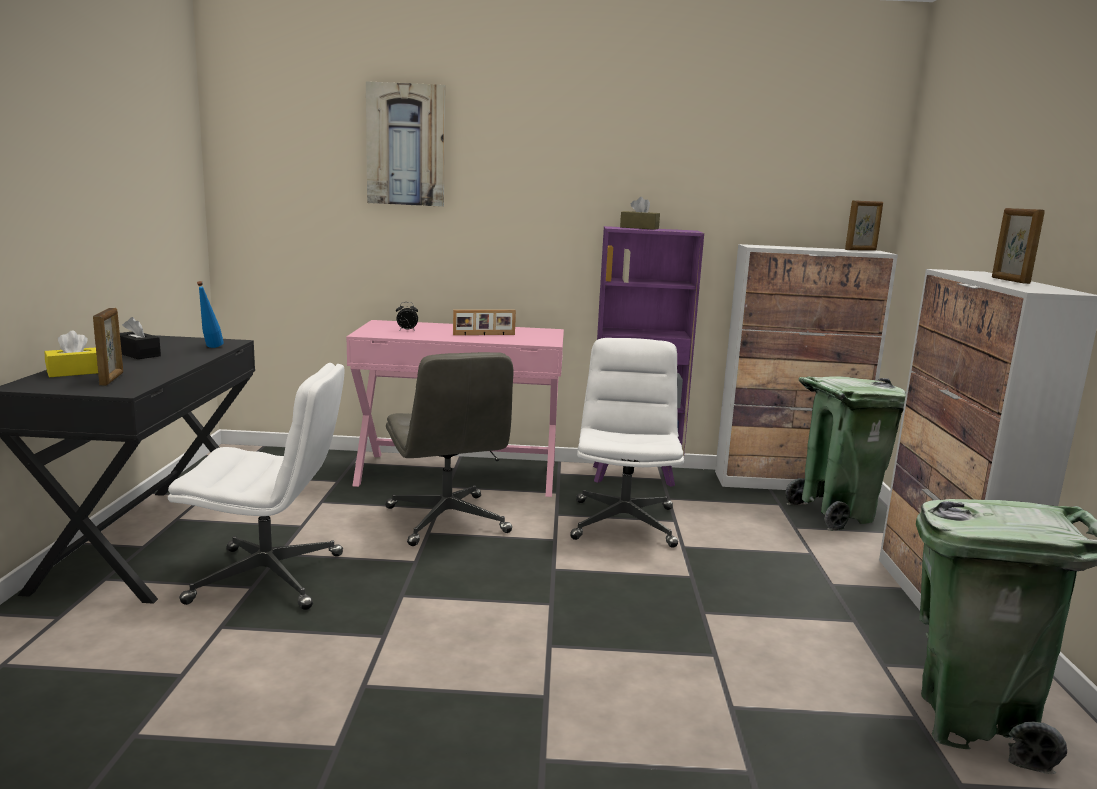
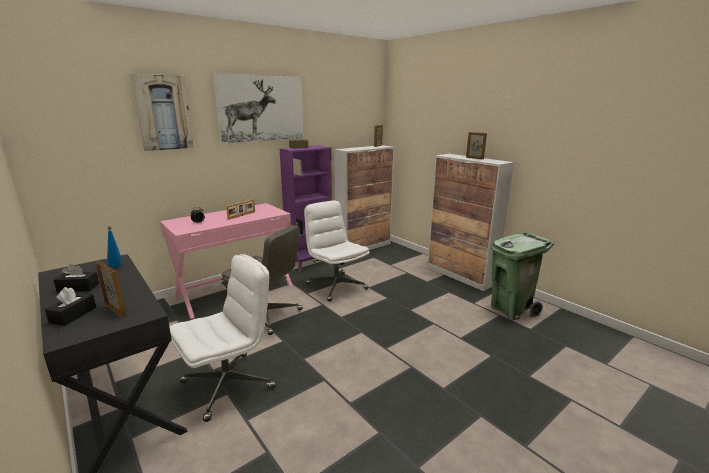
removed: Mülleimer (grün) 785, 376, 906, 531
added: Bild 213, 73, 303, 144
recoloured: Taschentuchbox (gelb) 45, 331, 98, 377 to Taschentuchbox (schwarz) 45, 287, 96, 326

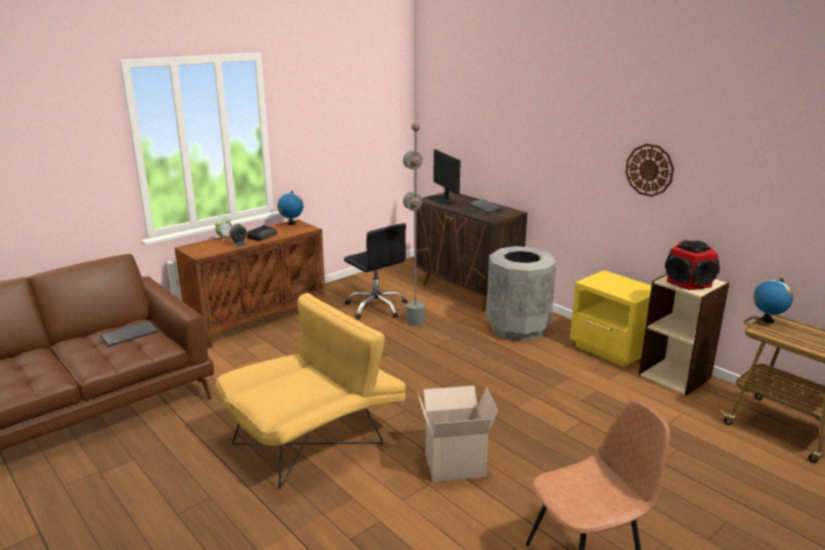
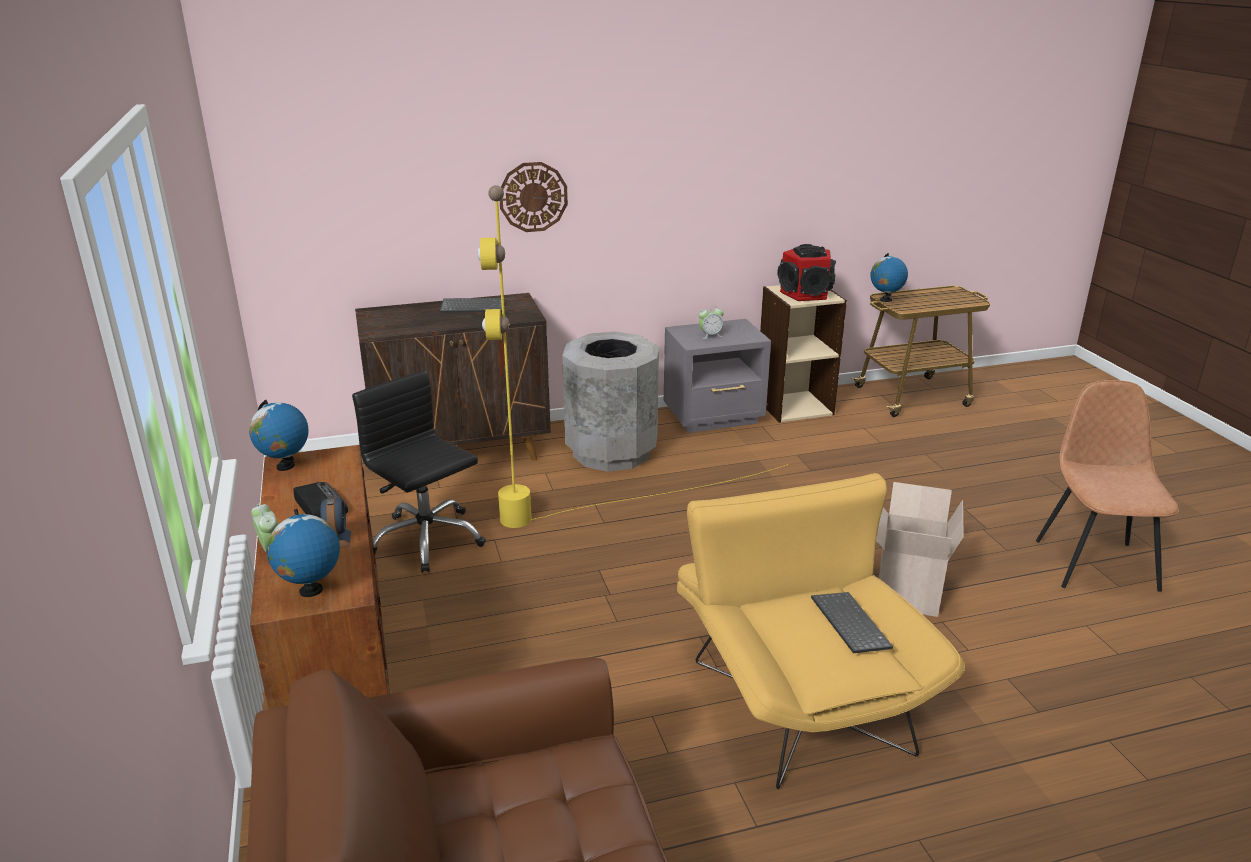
removed: Monitor 428, 149, 461, 205
added: Globus 267, 509, 340, 597; Wecker 699, 305, 724, 339
moved: Wanduhr 625, 144, 674, 197 to 500, 162, 568, 232; Tastatur 100, 321, 159, 347 to 811, 592, 893, 653
recoloured: Stehlampe (grau) 403, 122, 578, 390 to Stehlampe (gelb) 477, 185, 789, 528; Nachttisch (gelb) 570, 270, 652, 367 to Nachttisch (grau) 664, 319, 771, 433
turned: Bürostuhl (schwarz) 344, 223, 408, 319 = 352, 370, 486, 573 120 degrees counterclockwise

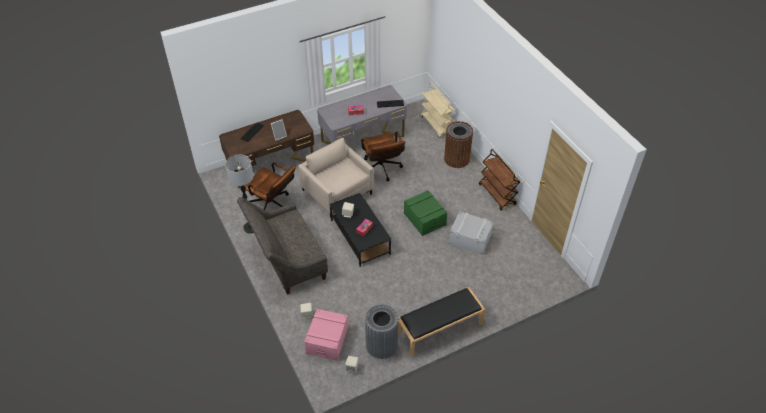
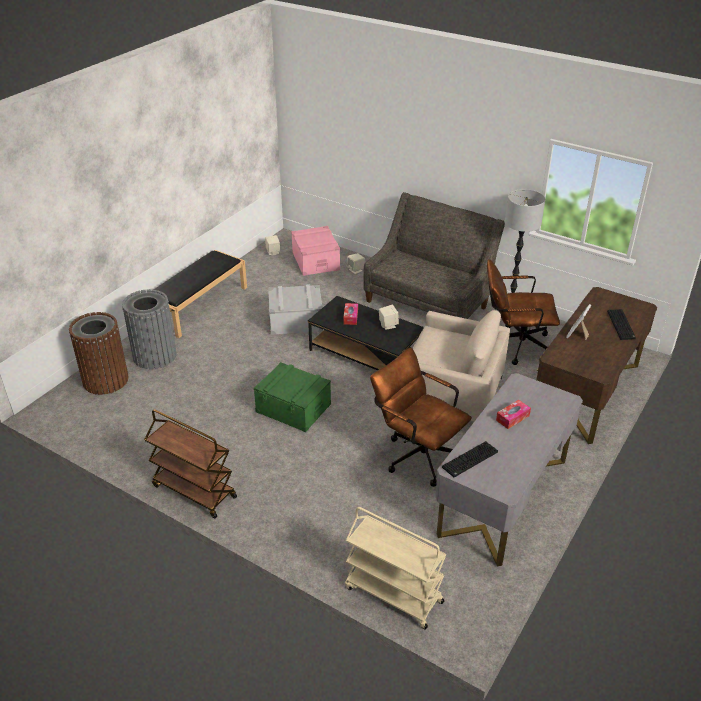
moved: Mülleimer (braun) 444, 121, 473, 168 to 69, 312, 129, 395; Mülleimer (grau) 365, 304, 399, 359 to 122, 289, 177, 369; Aufbewahrungsbox (grau) 448, 211, 494, 255 to 268, 284, 323, 335

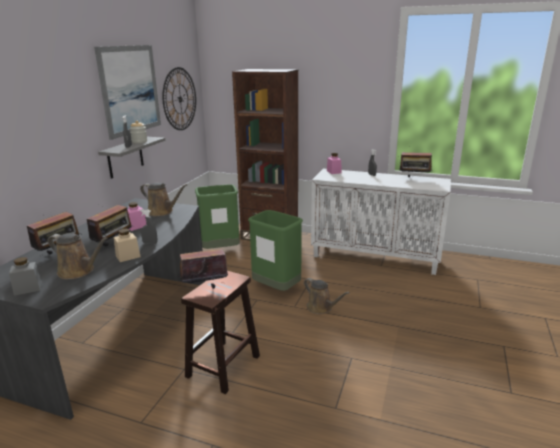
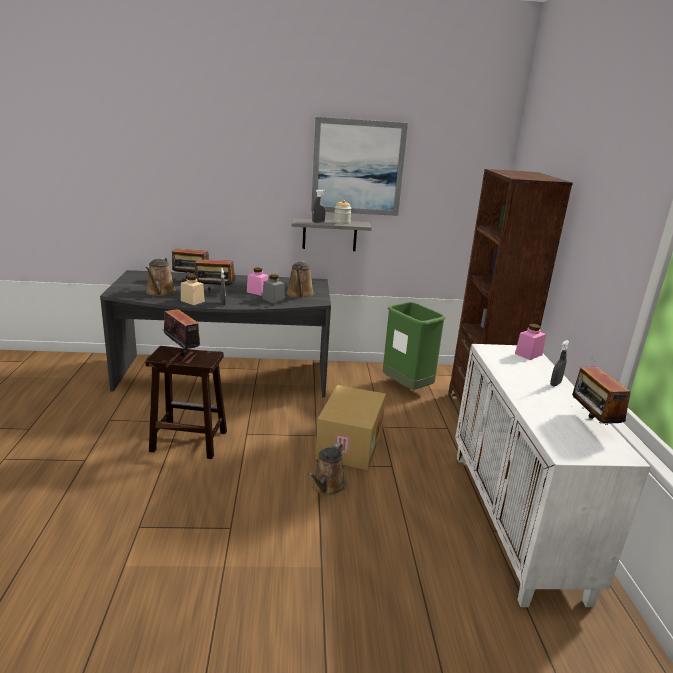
removed: Wanduhr 162, 67, 196, 130
moved: Vorratsglas (grau) 9, 257, 42, 296 to 262, 274, 285, 304
replaced: Mülleimer (grün) 248, 210, 303, 291 to Karton 315, 385, 386, 470

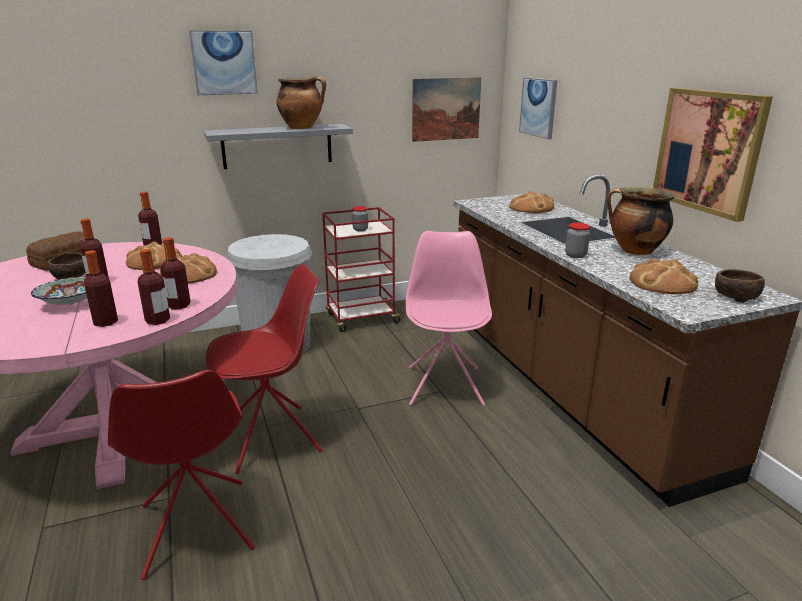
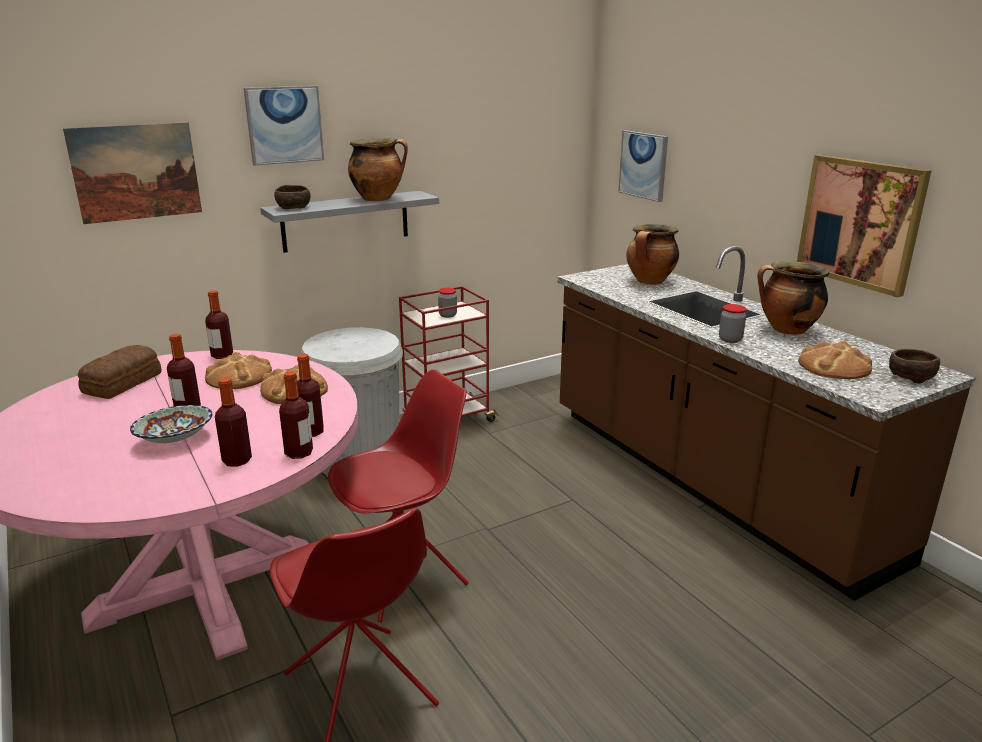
removed: Stuhl (rosa) 406, 231, 492, 406
moved: Bild 412, 77, 481, 142 to 63, 122, 202, 224; Schüssel (braun) 48, 252, 86, 280 to 274, 185, 310, 209
replaced: Brot 509, 191, 554, 213 to Kochtopf 626, 224, 679, 285

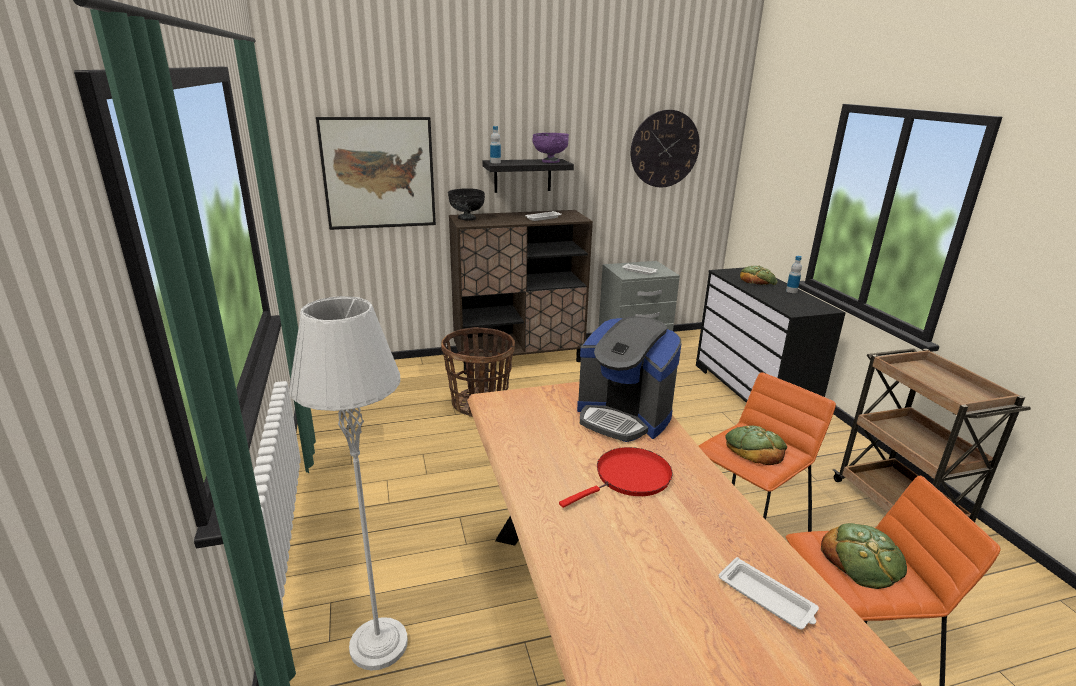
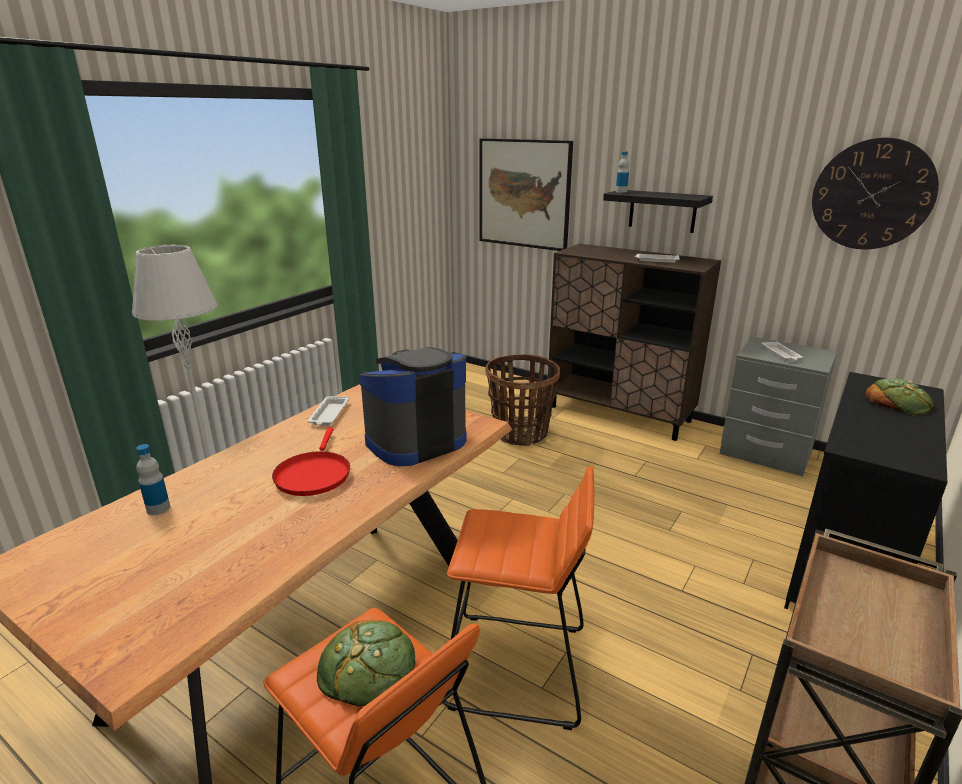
removed: Schüssel (schwarz) 448, 188, 485, 221; Schüssel (lila) 532, 133, 569, 163; Brot 725, 426, 787, 465
moved: Flasche 786, 256, 802, 293 to 136, 444, 170, 515; Tablett (weiß) 719, 557, 819, 630 to 308, 396, 349, 425
turned: Pfanne (rot) 559, 447, 673, 508 = 272, 427, 350, 496 75 degrees clockwise; Kaffeemaschine 577, 316, 682, 442 = 359, 347, 466, 466 60 degrees clockwise

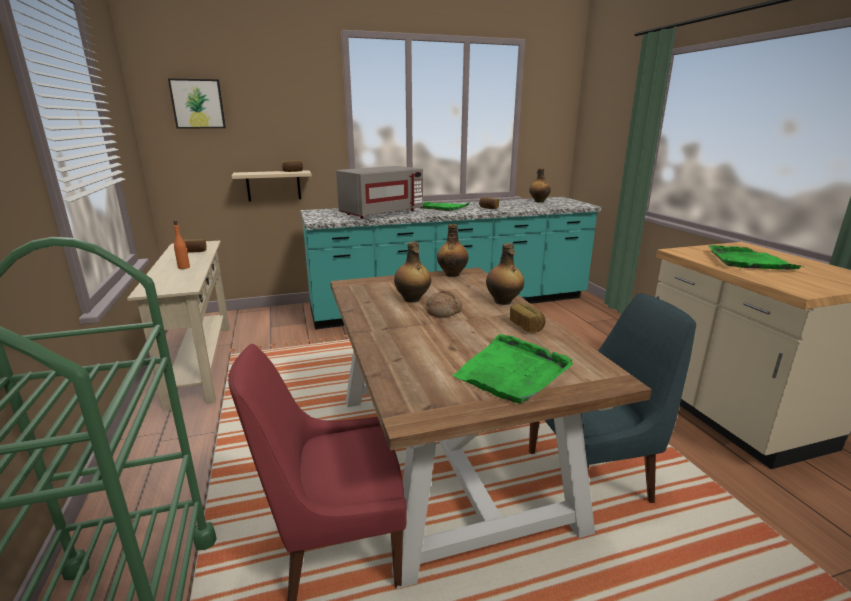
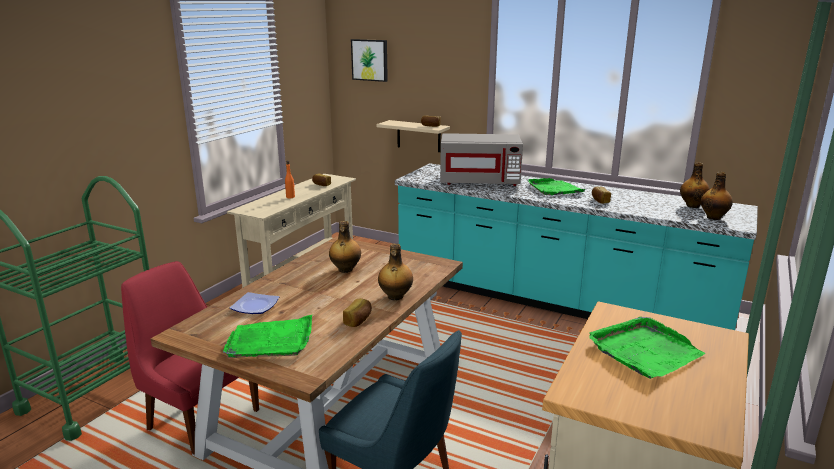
removed: Brot 426, 291, 462, 318
added: Teller 230, 292, 279, 314
moved: Flasche 437, 224, 468, 277 to 701, 172, 733, 220

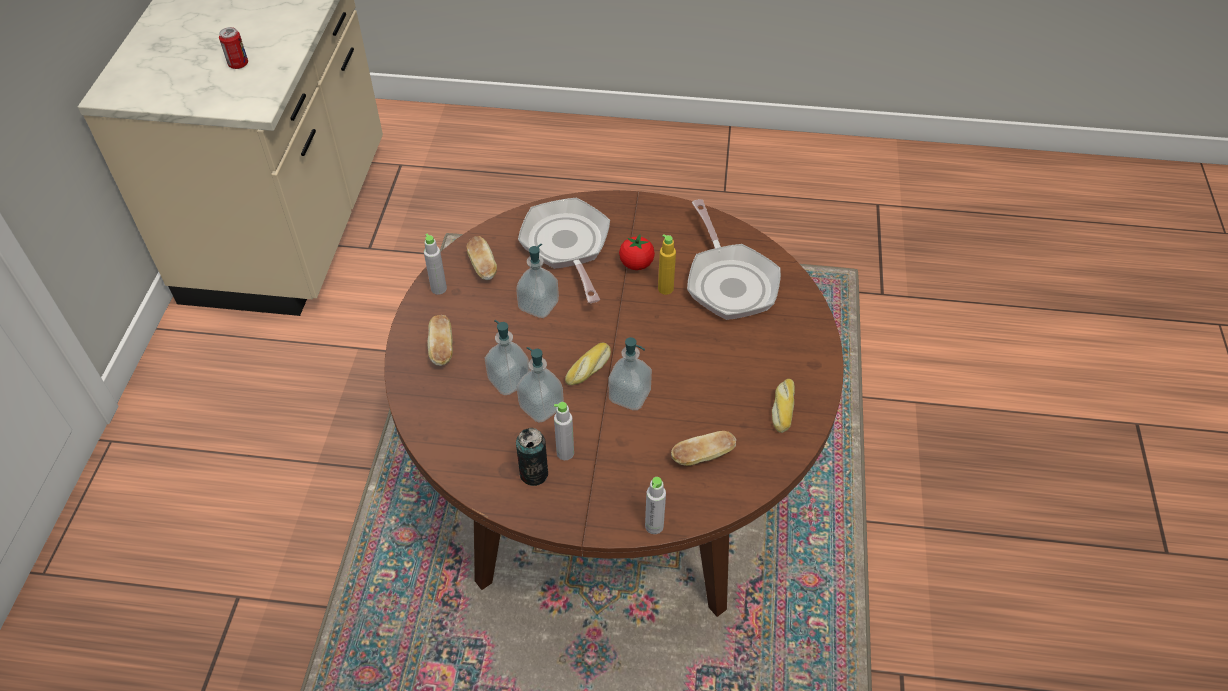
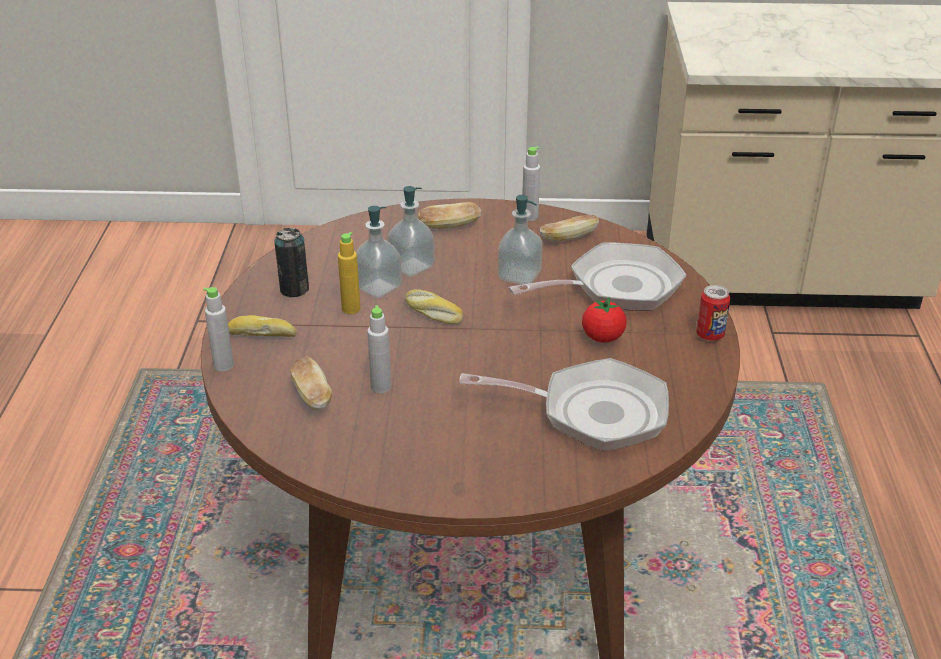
removed: Seifenspender 609, 337, 652, 410
moved: Brot 772, 379, 795, 433 to 228, 315, 297, 337; Flasche (gelb) 658, 234, 676, 295 to 338, 232, 361, 314; Flasche (grau) 554, 402, 574, 460 to 367, 305, 391, 393; Dose 219, 27, 248, 69 to 696, 285, 730, 341
turned: Pfanne 687, 199, 781, 320 = 459, 358, 669, 451 150 degrees counterclockwise

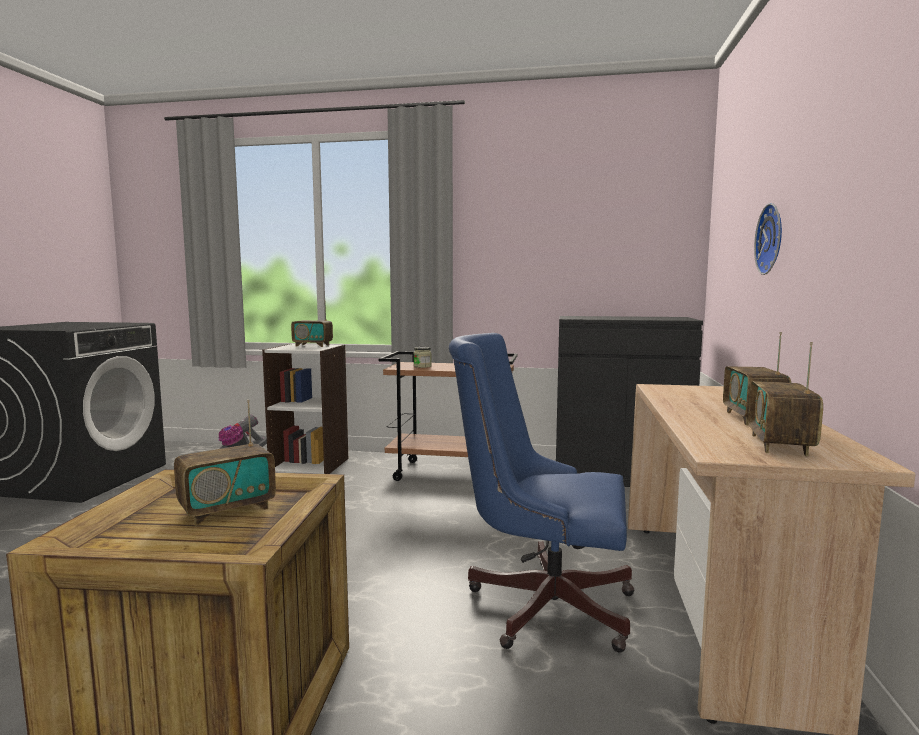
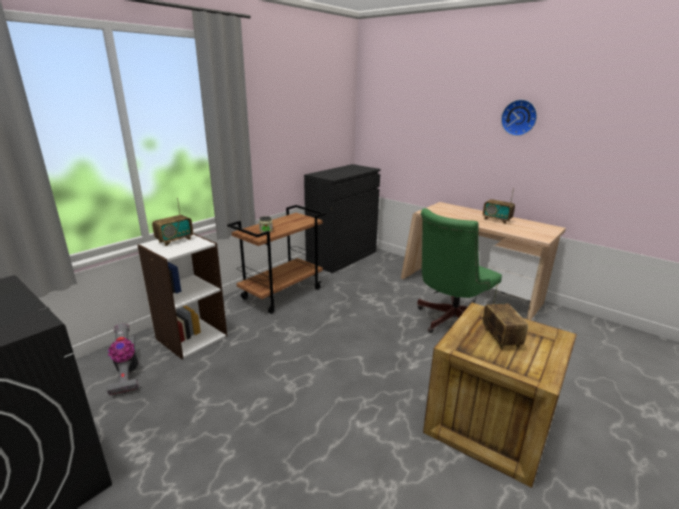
removed: Radio 748, 342, 823, 456
moved: Wanduhr 754, 203, 782, 275 to 501, 99, 537, 136
recoloured: Bürostuhl (blau) 449, 333, 634, 653 to Bürostuhl (grün) 417, 208, 502, 333

